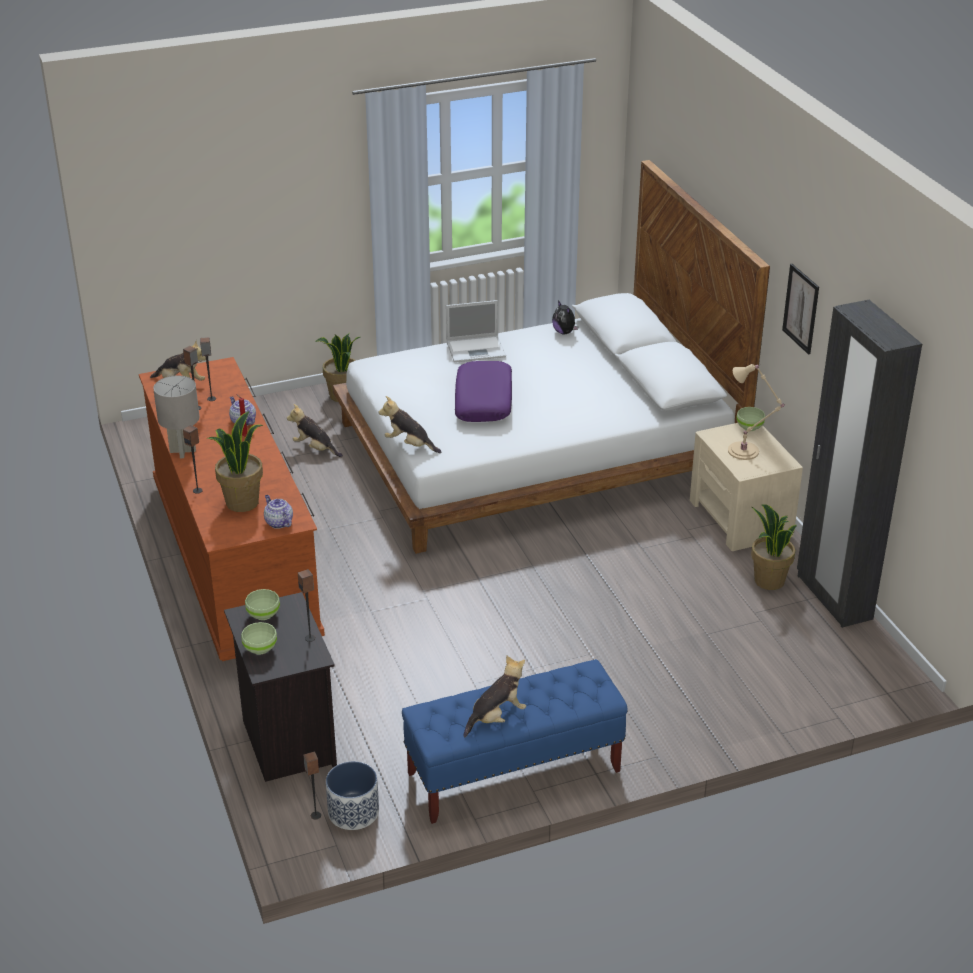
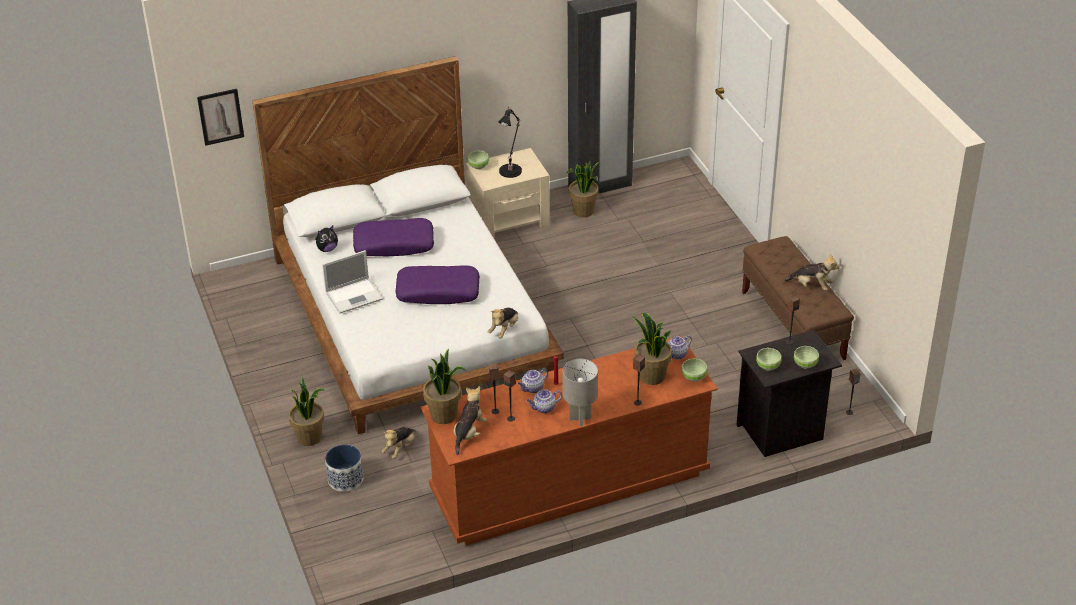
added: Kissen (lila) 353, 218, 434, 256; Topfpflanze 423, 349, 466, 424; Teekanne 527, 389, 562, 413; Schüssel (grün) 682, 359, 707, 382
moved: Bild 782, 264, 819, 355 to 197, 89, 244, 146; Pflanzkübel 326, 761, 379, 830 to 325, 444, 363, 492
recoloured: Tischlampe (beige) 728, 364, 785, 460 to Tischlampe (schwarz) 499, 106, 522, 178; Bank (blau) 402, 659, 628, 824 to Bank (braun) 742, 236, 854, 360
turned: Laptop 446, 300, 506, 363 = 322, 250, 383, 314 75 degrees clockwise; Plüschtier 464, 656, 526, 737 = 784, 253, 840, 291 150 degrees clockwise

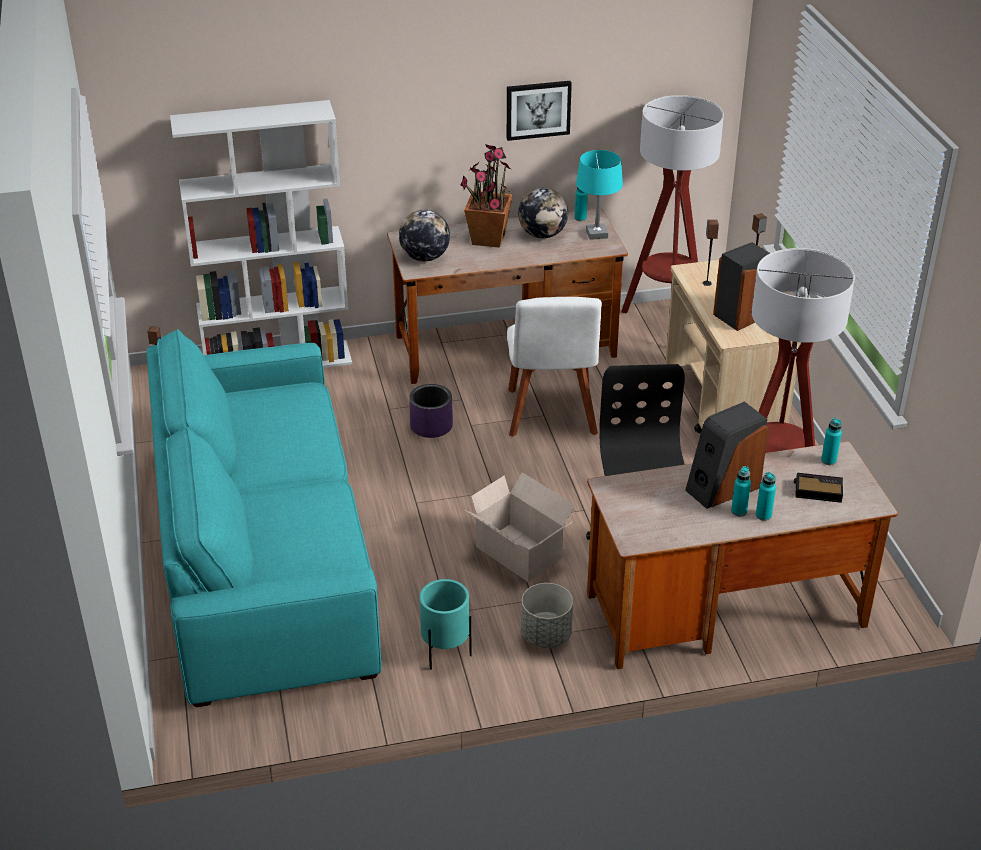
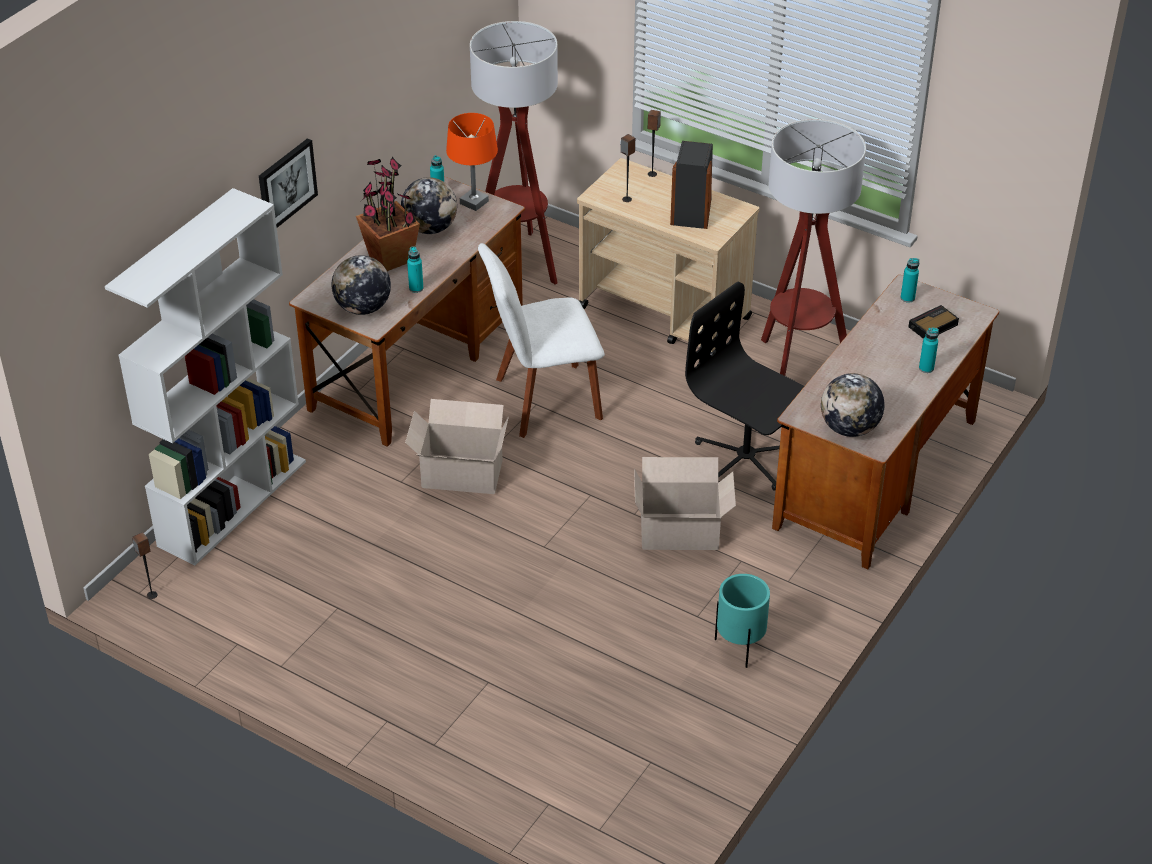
removed: Sofa (türkis) 146, 329, 382, 707; Pflanzkübel (grau) 521, 583, 573, 648; Lautsprecher 685, 401, 768, 509
added: Globus 821, 373, 885, 437
moved: Bild 507, 81, 572, 141 to 259, 138, 318, 228; Flasche (türkis) 731, 466, 751, 516 to 407, 246, 423, 293
replaced: Pflanzkübel (lila) 409, 384, 453, 438 to Karton 405, 399, 509, 494
recoloured: Tischlampe (türkis) 576, 150, 623, 240 to Tischlampe (orange) 446, 113, 498, 211
turned: Stuhl (weiß) 507, 297, 602, 437 = 478, 243, 605, 438 120 degrees clockwise

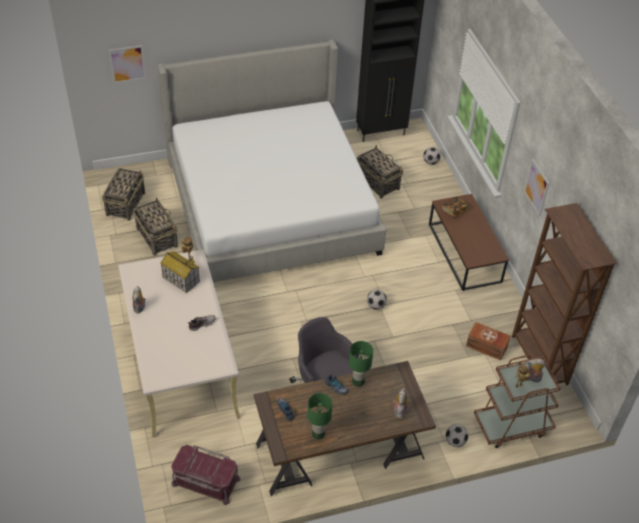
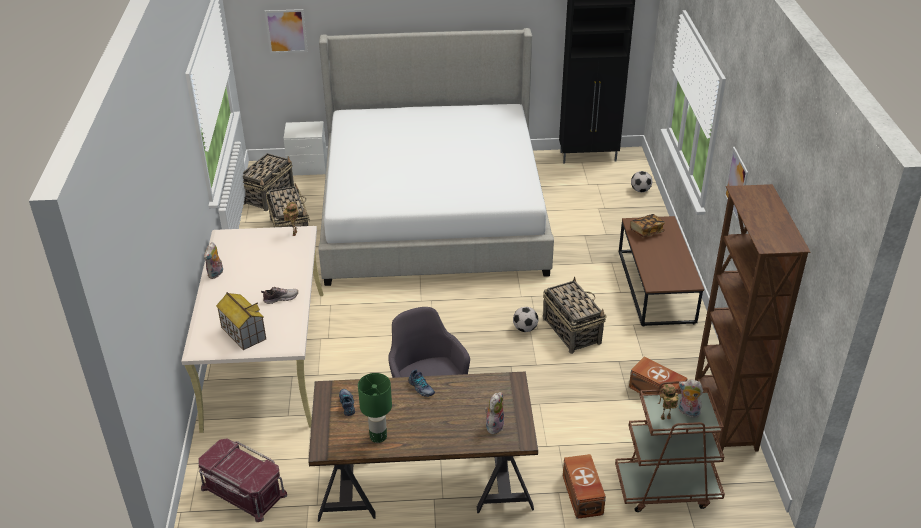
removed: Tischlampe (grün) 349, 341, 373, 387
added: Nachttisch (weiß) 283, 121, 327, 175
moved: Spielzeughaus 160, 252, 200, 293 to 216, 292, 266, 351; Korb 357, 145, 403, 199 to 543, 277, 606, 354
replaced: Fußball 446, 424, 468, 447 to Aufbewahrungsbox (braun) 563, 454, 606, 519

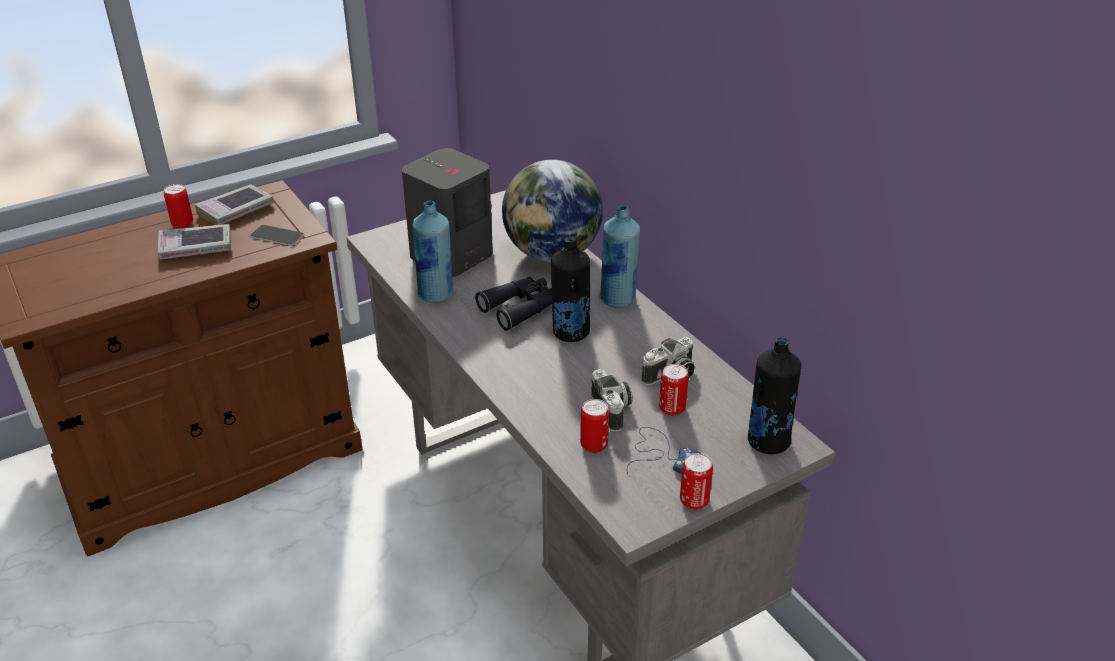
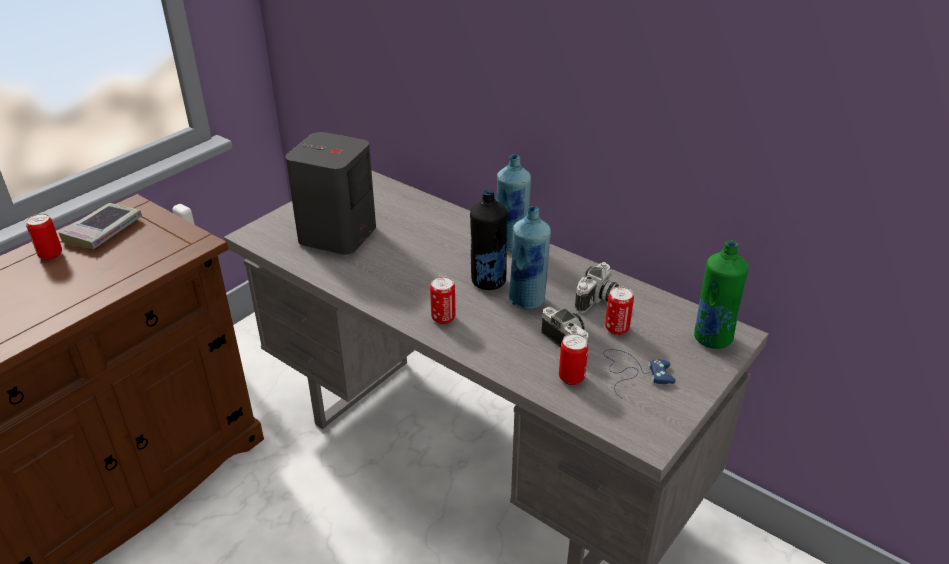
removed: Buch 158, 224, 231, 260; Handy 249, 225, 304, 246; Fernglas (schwarz) 475, 277, 552, 331; Globus 502, 159, 603, 262
moved: Dose 680, 453, 713, 510 to 430, 276, 455, 324; Flasche (blau) 412, 200, 453, 303 to 509, 206, 551, 310
recoloured: Flasche (schwarz) 748, 337, 802, 455 to Flasche (grün) 694, 240, 748, 349

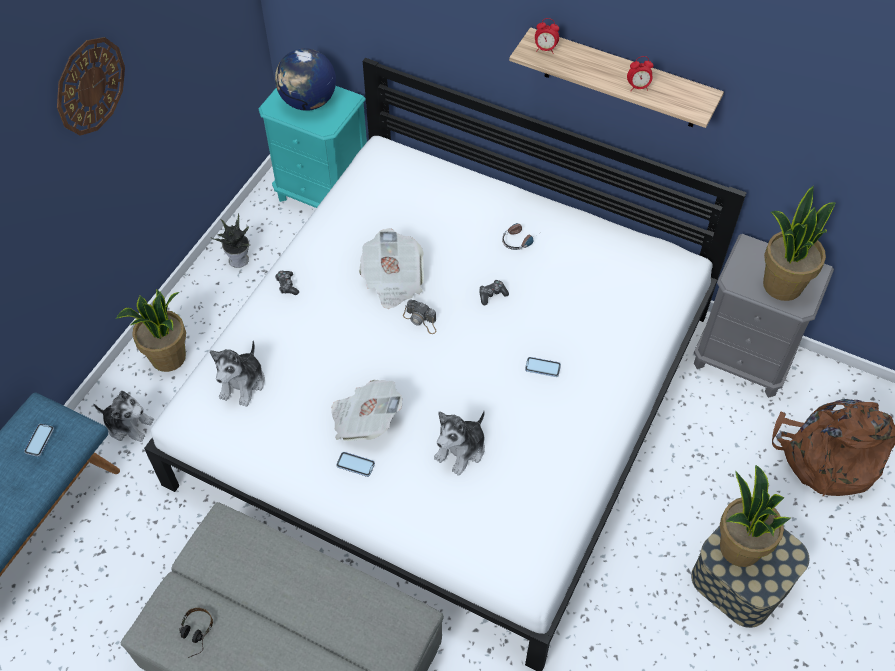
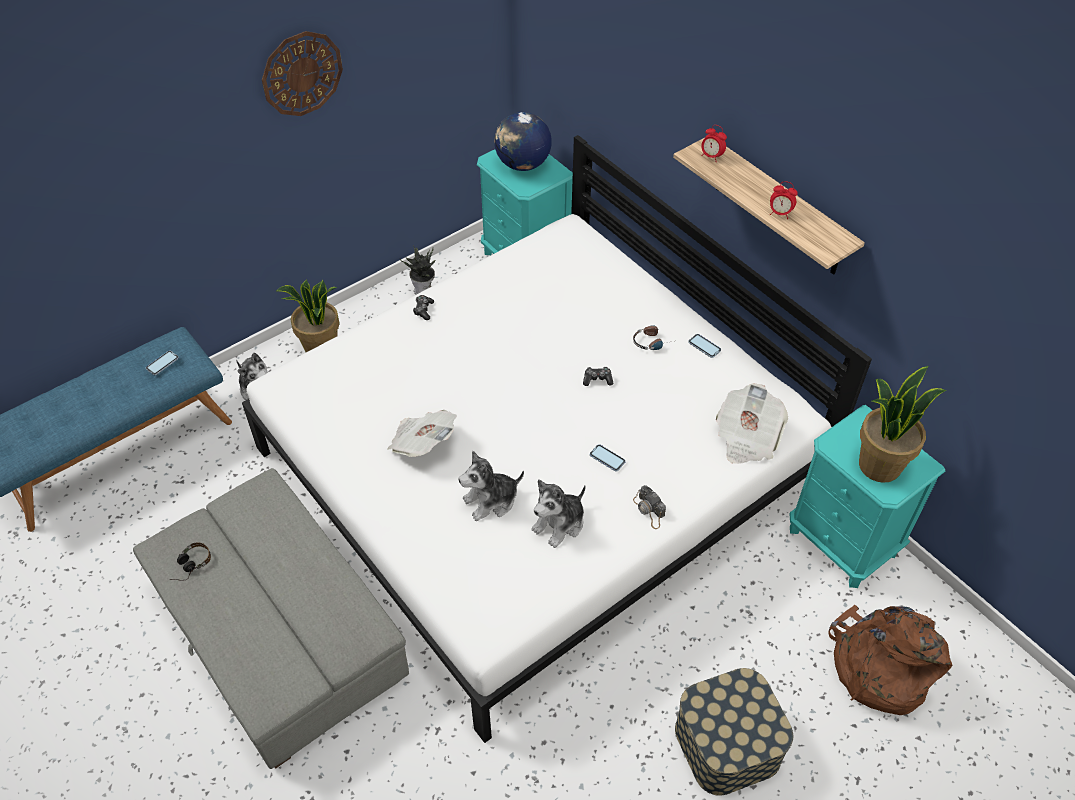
removed: Topfpflanze 720, 465, 791, 567
moved: Plüschtier 210, 341, 265, 407 to 531, 479, 586, 548; Kamera 403, 299, 436, 334 to 633, 485, 666, 529; Handy 336, 452, 375, 477 to 688, 334, 721, 358; Zeitung 359, 228, 424, 309 to 716, 383, 788, 464
recoloured: Nachttisch (grau) 694, 234, 834, 398 to Nachttisch (türkis) 789, 405, 945, 588

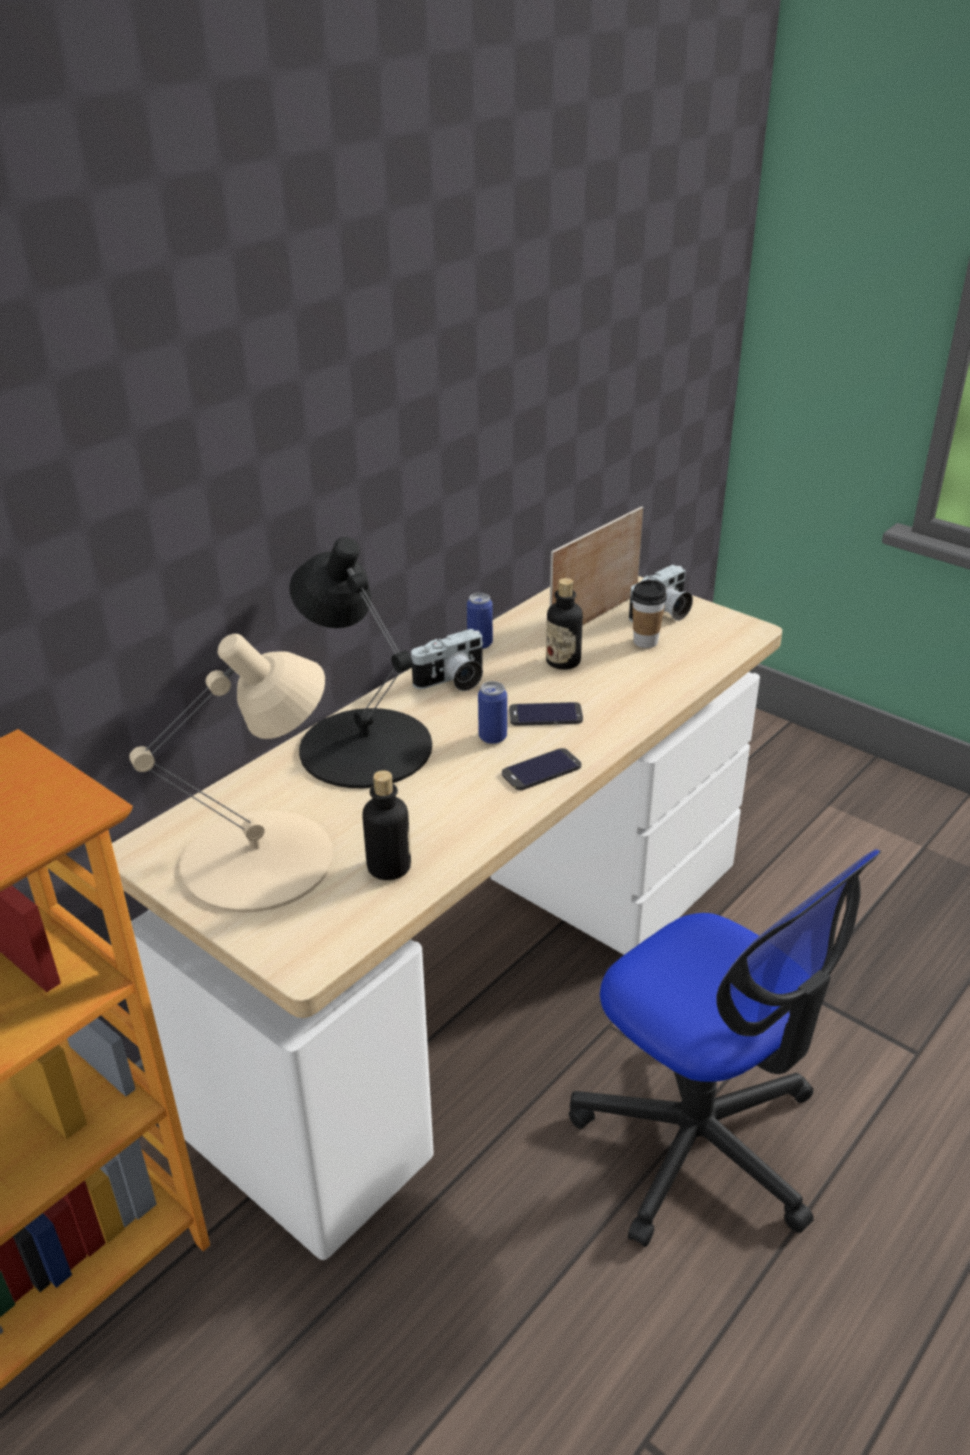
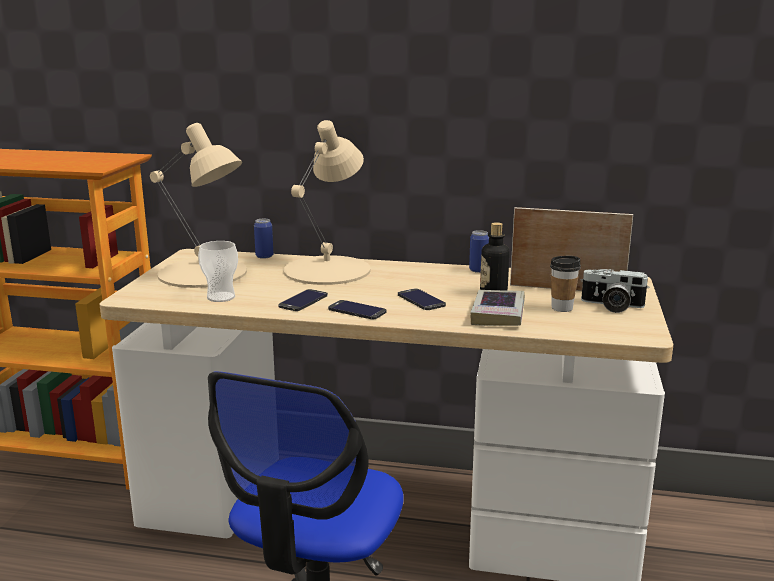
removed: Kamera 411, 629, 484, 691
added: Handy 278, 289, 328, 311; Buch 470, 290, 525, 326
moved: Dose 478, 681, 507, 744 to 254, 219, 273, 259
replaced: Flasche 362, 770, 411, 880 to Tasse 198, 241, 238, 302
recoloured: Tischlampe (schwarz) 290, 537, 432, 788 to Tischlampe (beige) 284, 120, 371, 285

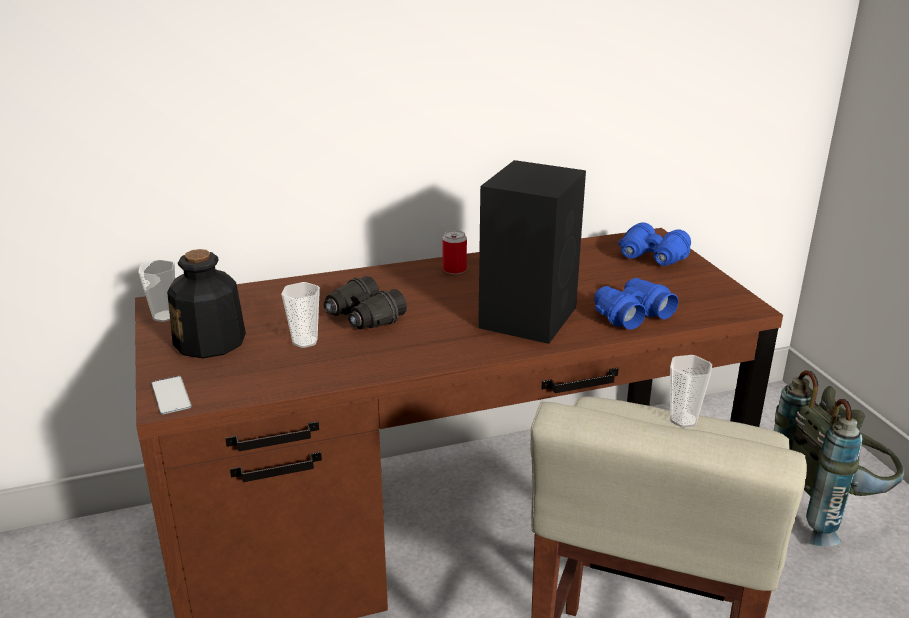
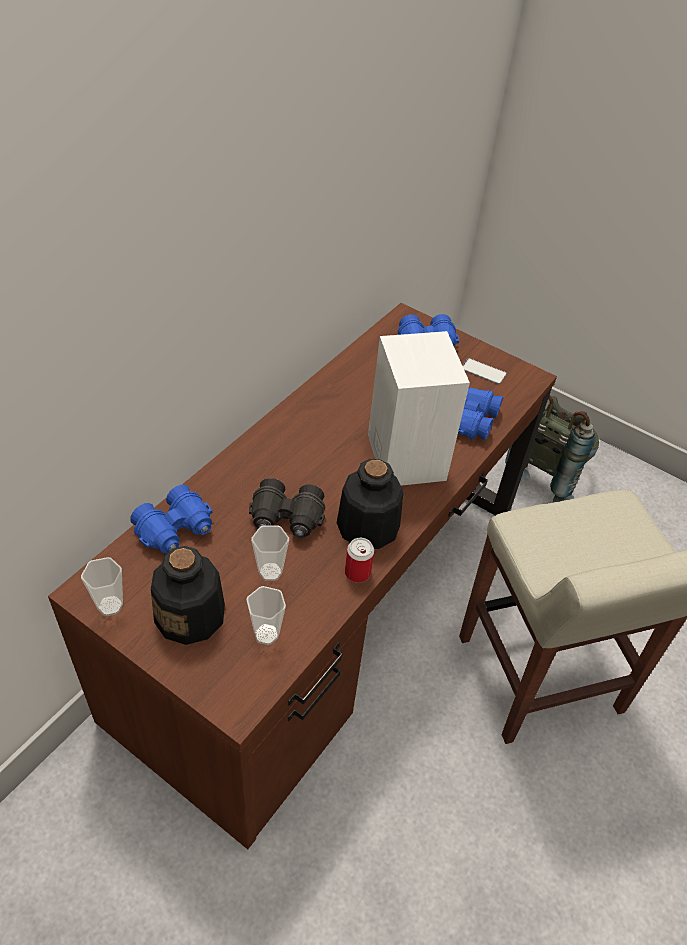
added: Fernglas (blau) 130, 485, 212, 553; Flasche 337, 459, 404, 549
moved: Tasse 670, 355, 712, 428 to 246, 586, 286, 645; Dose 442, 230, 467, 274 to 345, 538, 374, 583; Handy 151, 376, 192, 414 to 462, 358, 507, 384
recoloured: Lautsprecher (schwarz) 478, 160, 586, 344 to Lautsprecher (weiß) 368, 331, 470, 486

